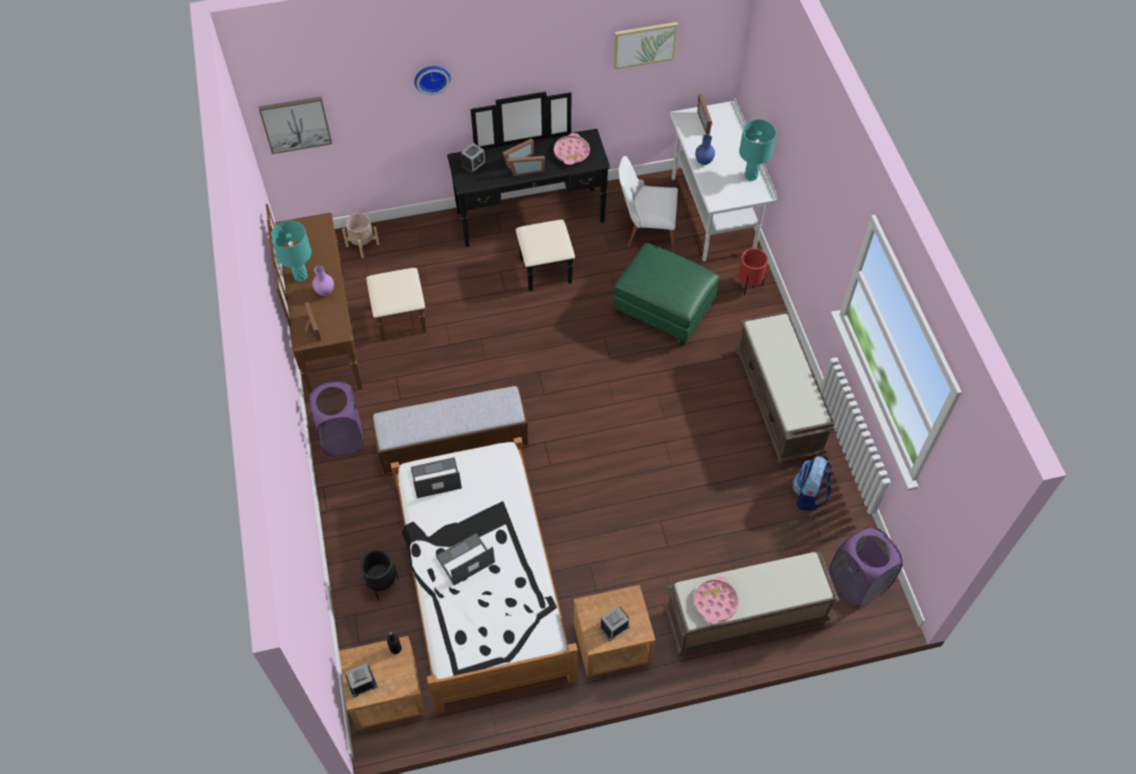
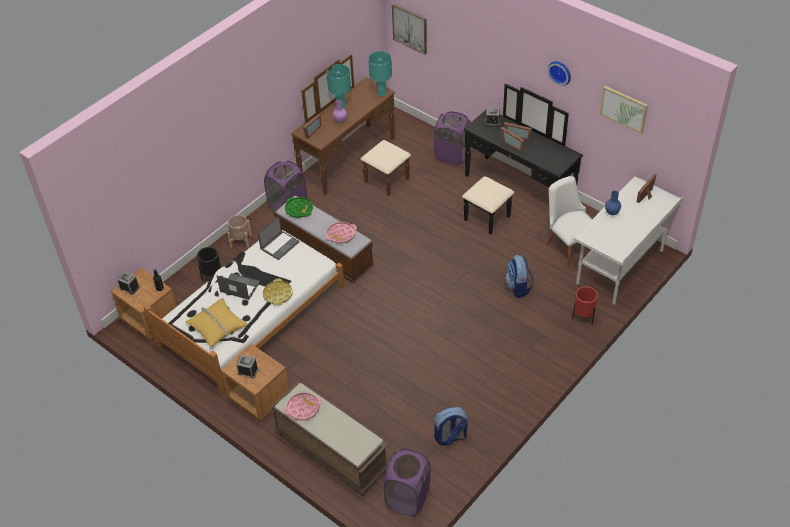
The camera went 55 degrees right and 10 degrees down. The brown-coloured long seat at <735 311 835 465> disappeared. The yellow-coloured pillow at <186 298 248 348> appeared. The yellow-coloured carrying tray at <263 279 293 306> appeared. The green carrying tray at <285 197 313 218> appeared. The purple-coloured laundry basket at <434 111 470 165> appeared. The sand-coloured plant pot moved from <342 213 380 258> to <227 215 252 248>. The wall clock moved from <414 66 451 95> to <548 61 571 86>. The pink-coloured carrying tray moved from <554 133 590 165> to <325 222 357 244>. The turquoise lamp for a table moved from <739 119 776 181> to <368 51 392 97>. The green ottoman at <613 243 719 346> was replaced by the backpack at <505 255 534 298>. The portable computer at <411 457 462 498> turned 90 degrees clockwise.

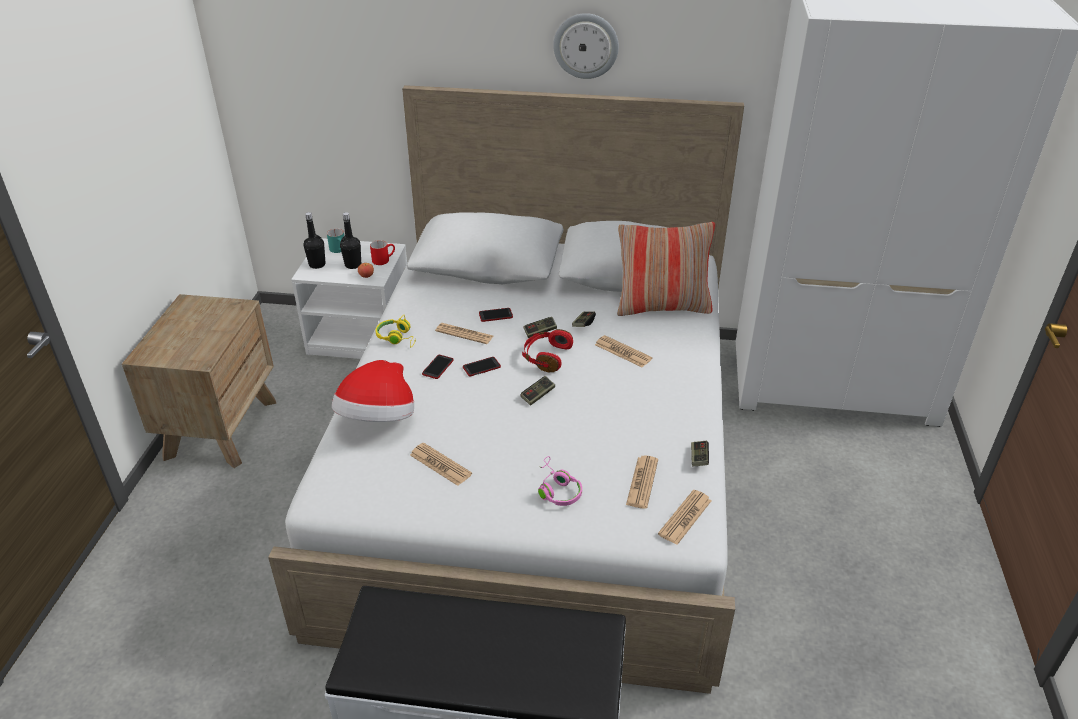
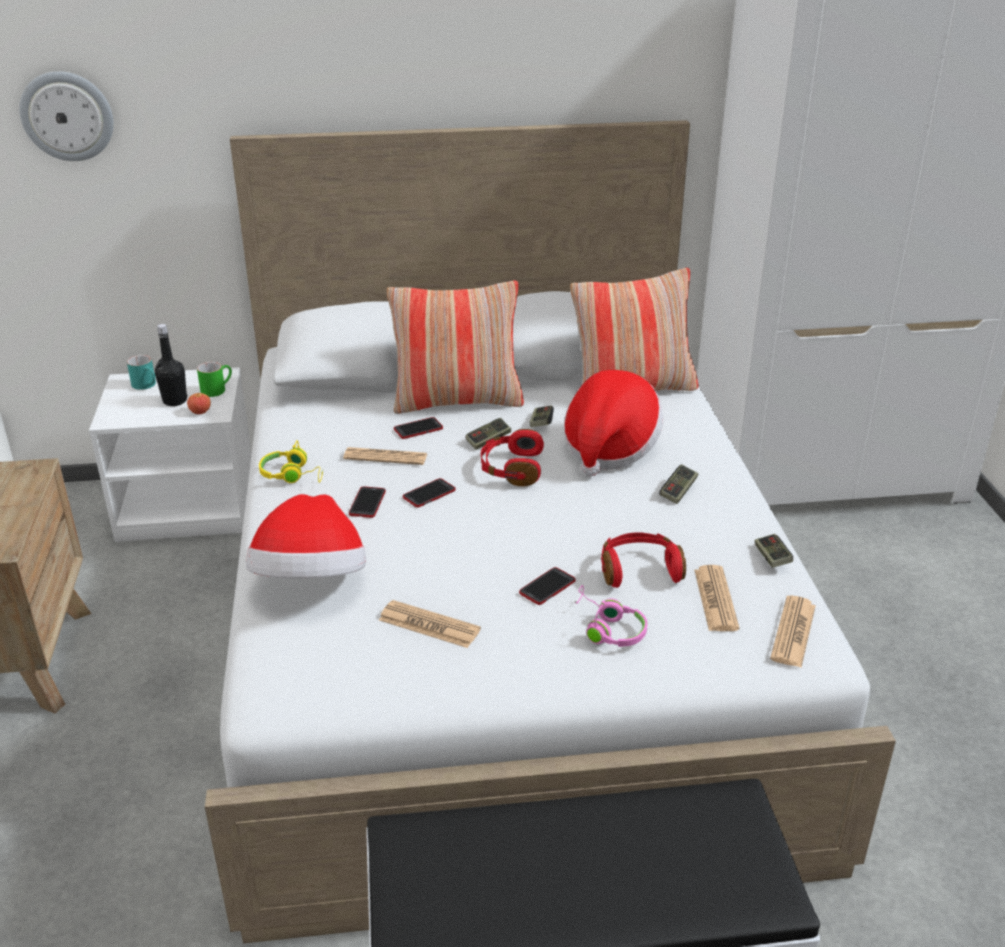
The camera went 15 degrees left and 5 degrees down. The blackish beverage bottle at <304 212 325 269> disappeared. The pillow at <387 281 524 414> appeared. The telephone at <519 567 576 605> appeared. The red-coloured headphones at <601 532 686 588> appeared. The game controller moved from <521 376 555 406> to <659 464 699 504>. The wall clock moved from <553 13 619 79> to <19 71 114 161>. The newspaper at <595 335 652 367> was replaced by the clothing hat at <564 370 663 476>. The red-coloured coffee mug at <370 240 395 265> became the green coffee mug at <197 362 232 397>.

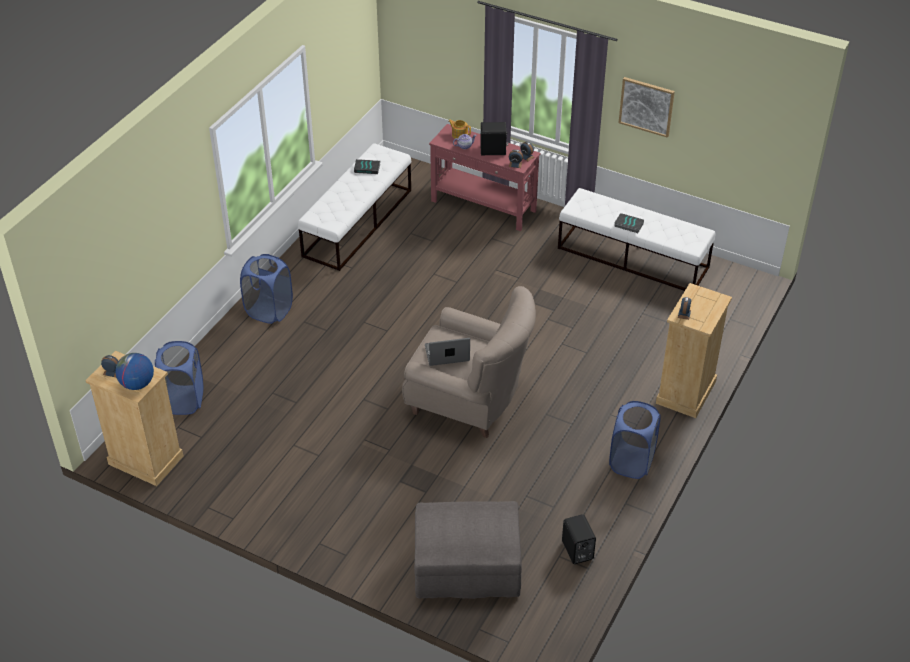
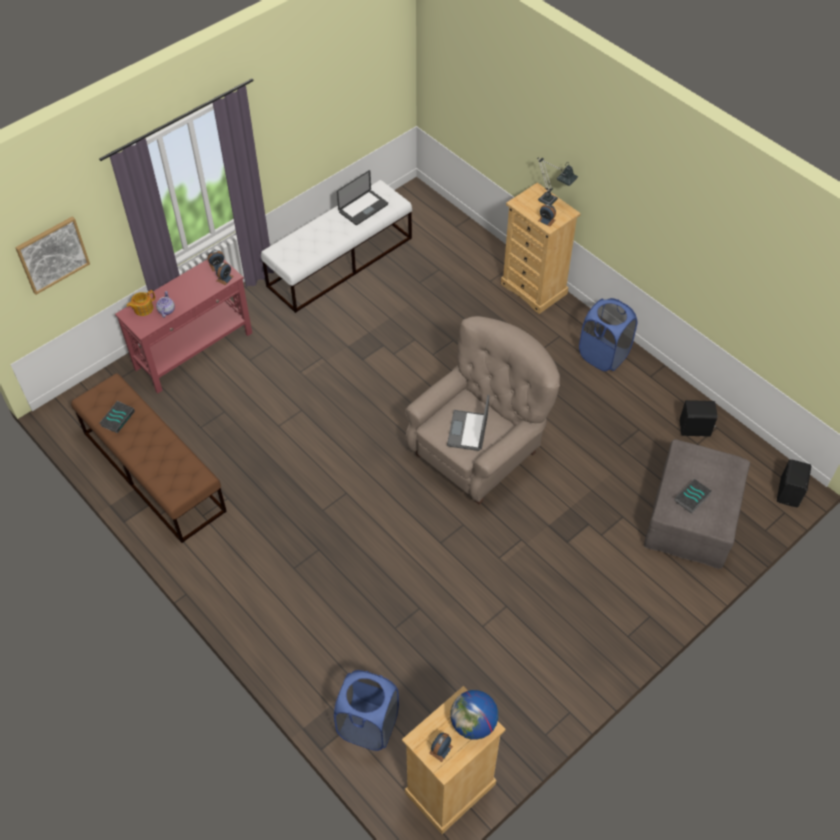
The camera went 70 degrees left and 10 degrees up. The bluish laundry basket at <240 254 293 324> disappeared. The portable computer at <337 170 388 225> appeared. The lamp for a table at <537 157 578 205> appeared. The blackish speaker moved from <480 122 508 155> to <777 459 811 507>. The book moved from <614 213 644 233> to <674 479 712 514>. The wall art moved from <619 77 675 138> to <15 216 90 295>. The white long seat at <298 143 411 271> became the brown-coloured long seat at <71 373 227 543>.

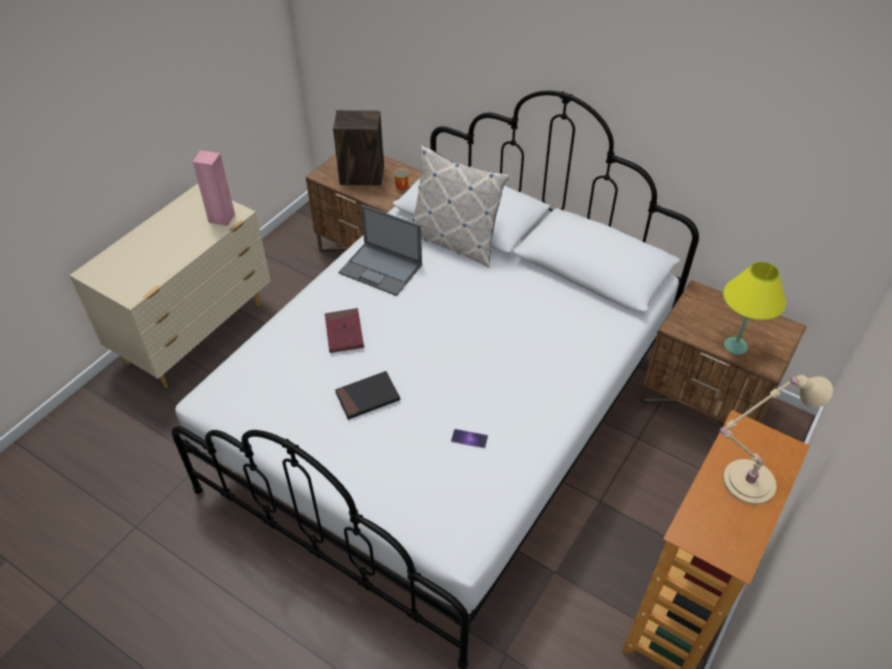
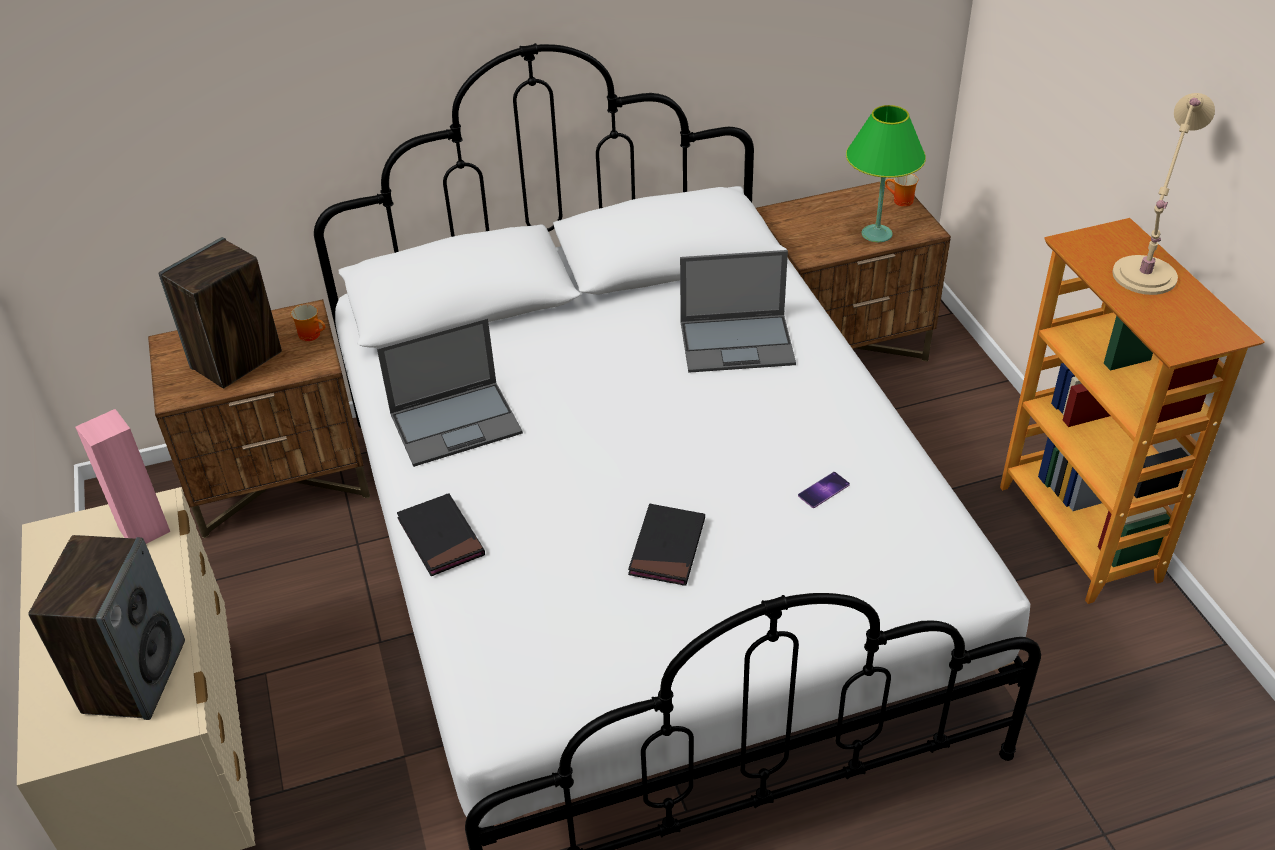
The camera went 50 degrees left and 5 degrees down. The red-coloured book at <325 308 364 353> disappeared. The pillow at <412 145 509 268> disappeared. The speaker at <28 535 185 720> appeared. The blackish book at <397 493 485 576> appeared. The portable computer at <680 250 796 373> appeared. The coffee mug at <885 174 918 207> appeared. The yellow-coloured lamp for a table at <723 262 786 355> became the green lamp for a table at <846 105 926 242>.

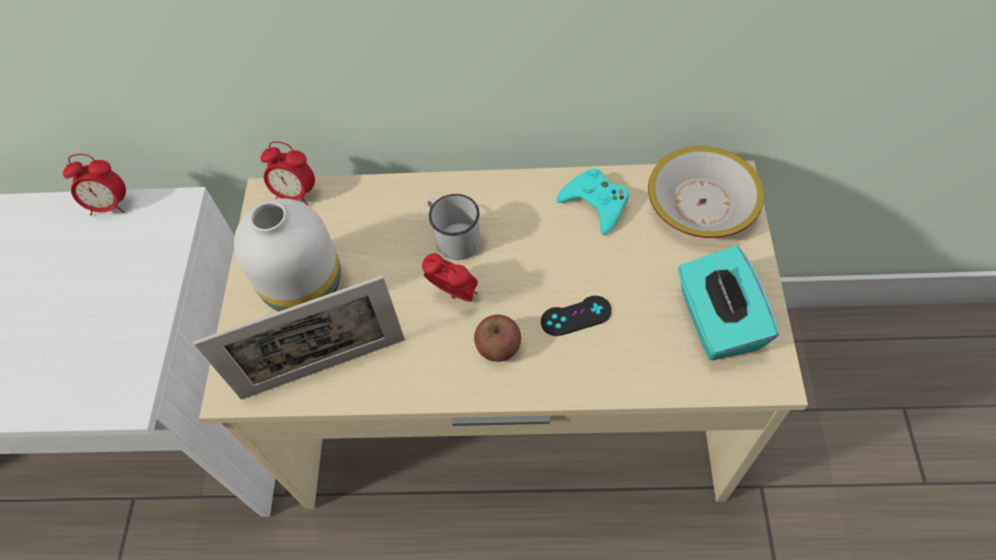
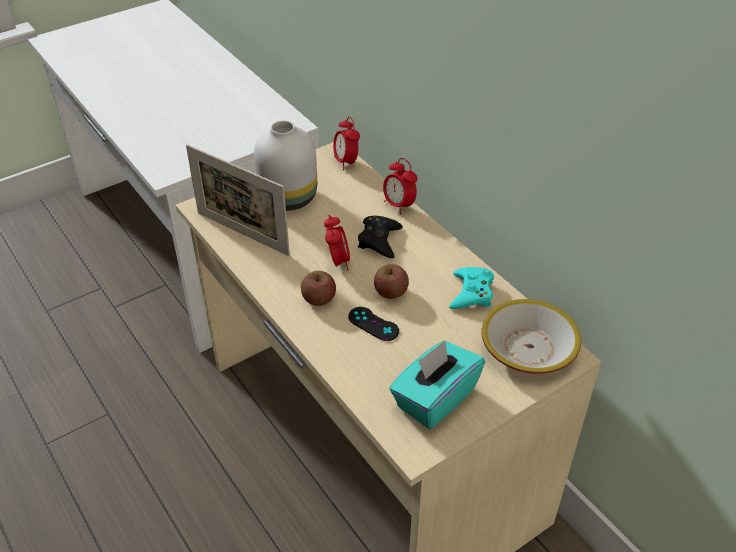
The camera went 50 degrees right and 15 degrees down. The apple at <374 264 409 299> appeared. The bedside clock moved from <63 154 126 215> to <383 158 417 215>. The white coffee mug at <428 194 481 260> was replaced by the blackish game controller at <358 216 403 258>.

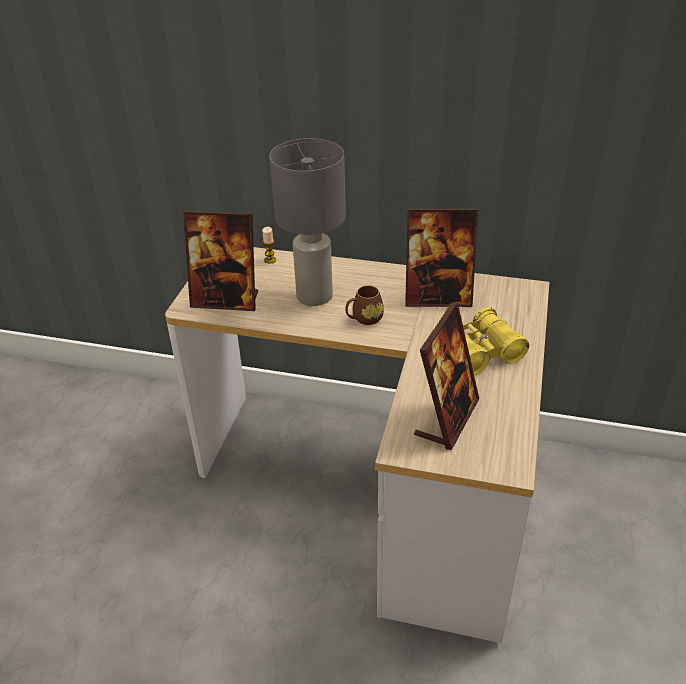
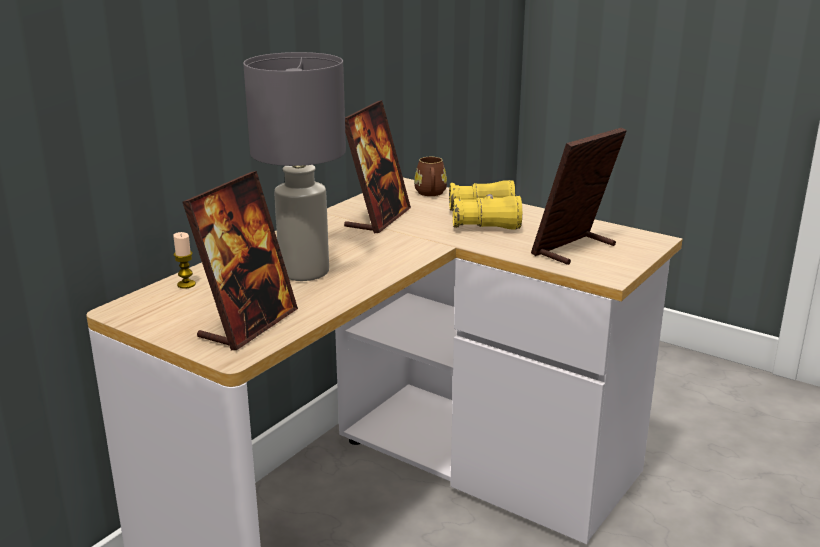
The camera went 70 degrees left and 15 degrees down. The brown-coloured coffee mug moved from <345 285 384 325> to <414 157 447 196>. The standing frame at <414 302 479 450> turned 90 degrees counterclockwise.

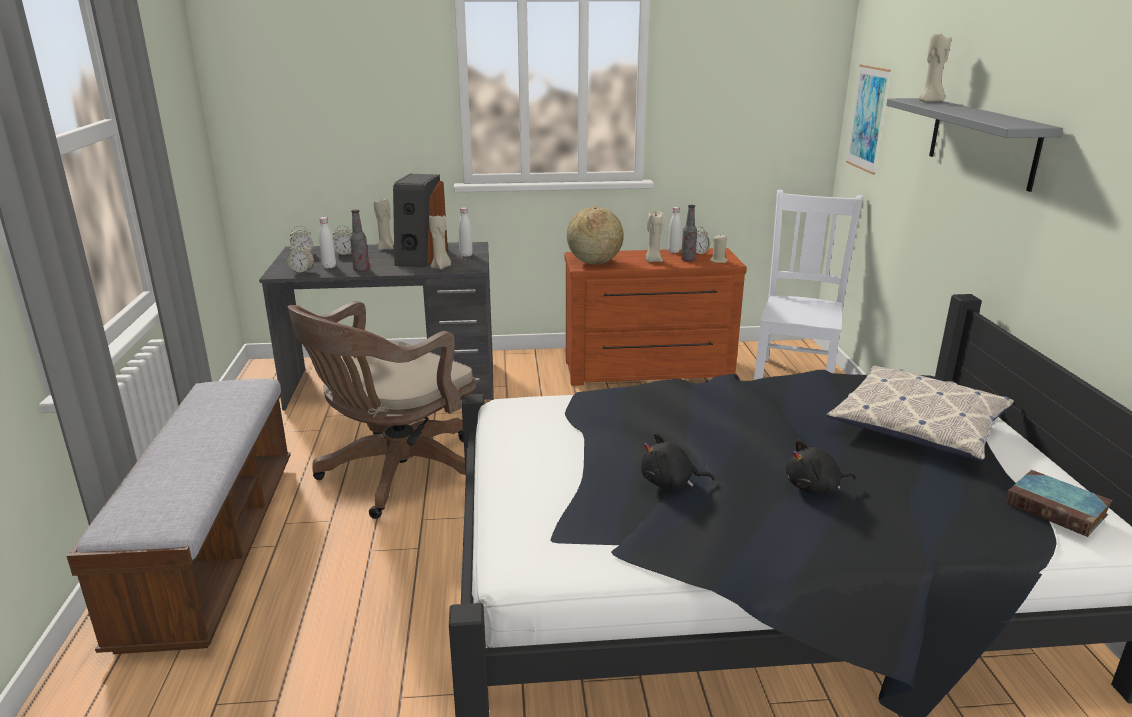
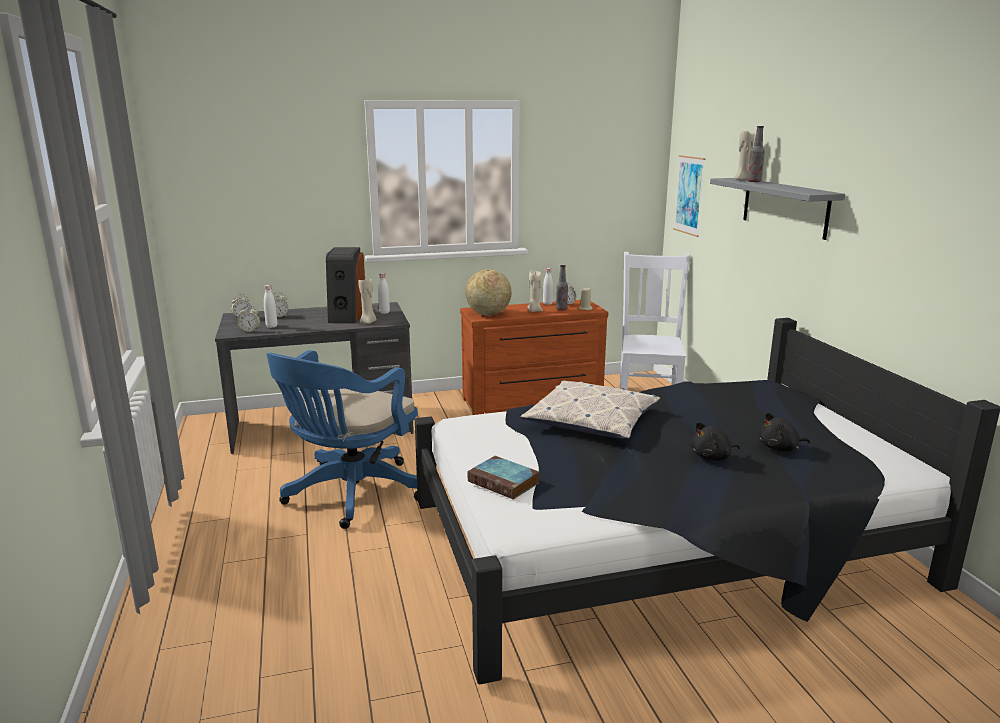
The camera went 10 degrees left and 5 degrees down. The long seat at <67 378 290 654> disappeared. The sand-coloured wax light at <374 199 394 250> disappeared. The beverage bottle moved from <350 209 369 272> to <747 126 765 182>. The blackish cuddly toy moved from <641 433 714 490> to <759 413 810 452>. The pillow moved from <827 365 1014 461> to <520 381 660 439>. The book moved from <1005 470 1113 537> to <467 456 539 500>. The brown-coloured desk chair at <288 301 476 519> became the bluish desk chair at <266 350 418 529>.

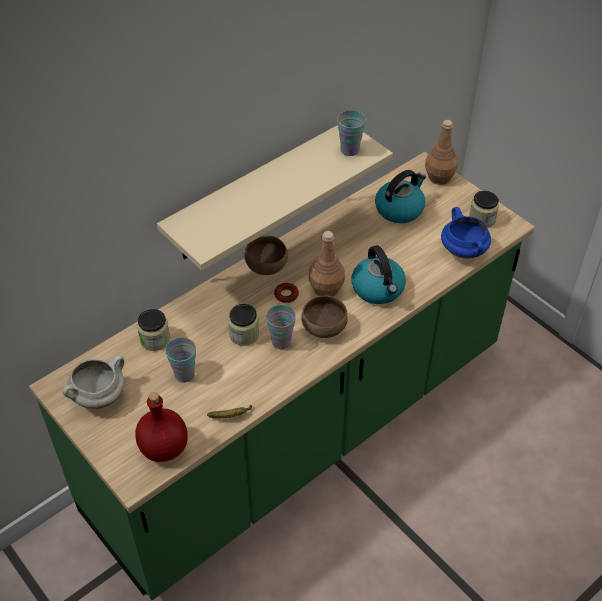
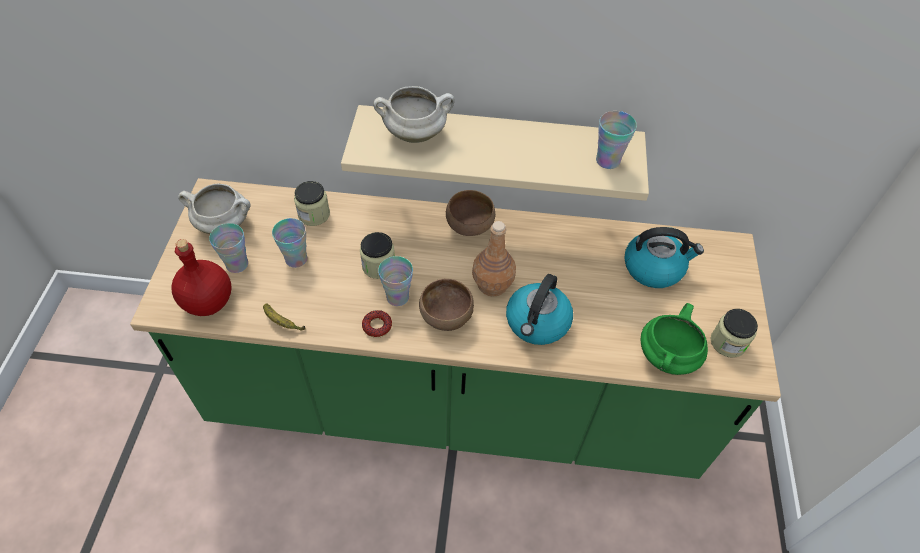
The camera went 45 degrees right and 5 degrees up. The brown-coloured beverage bottle at <425 120 458 185> disappeared. The drinking cup at <209 223 248 273> appeared. The white cooking pot at <373 86 454 143> appeared. The doughnut moved from <274 283 299 303> to <362 310 392 338>. The bluish cooking pot at <441 207 491 259> became the green cooking pot at <641 303 708 375>.

